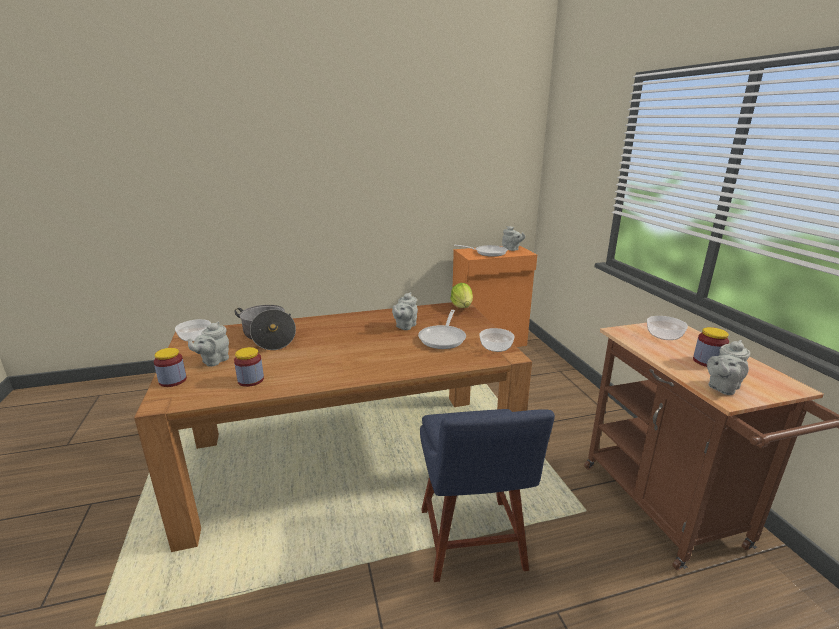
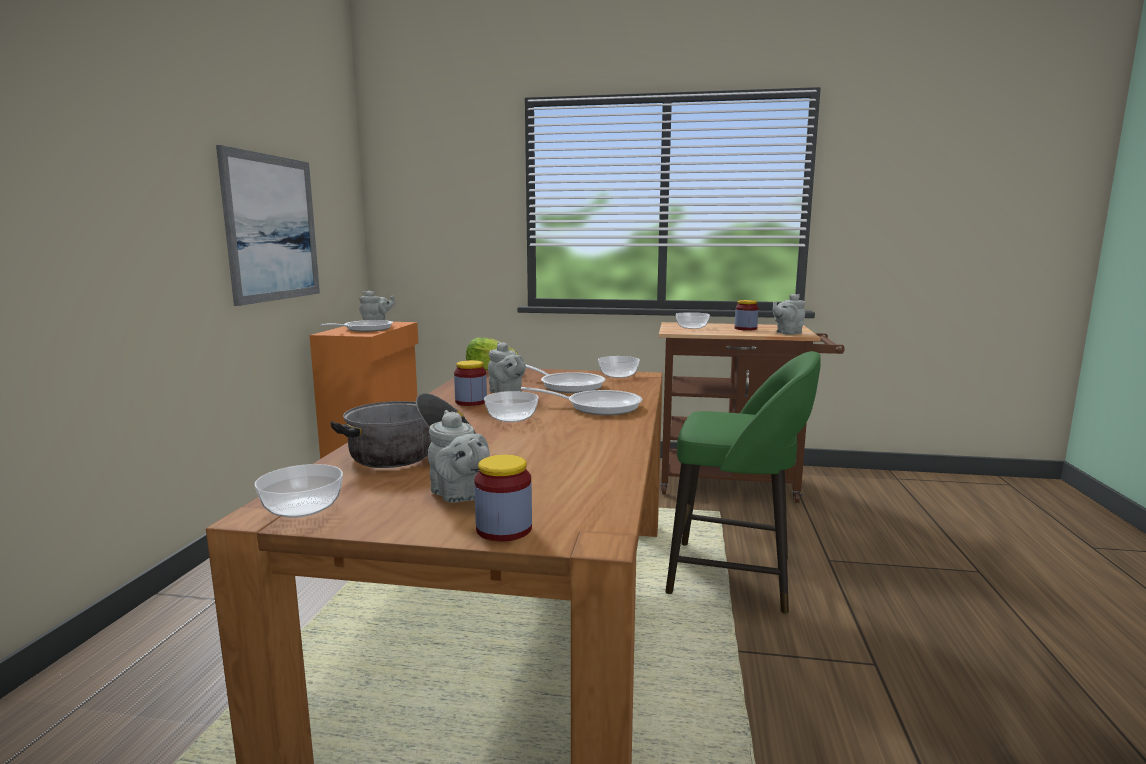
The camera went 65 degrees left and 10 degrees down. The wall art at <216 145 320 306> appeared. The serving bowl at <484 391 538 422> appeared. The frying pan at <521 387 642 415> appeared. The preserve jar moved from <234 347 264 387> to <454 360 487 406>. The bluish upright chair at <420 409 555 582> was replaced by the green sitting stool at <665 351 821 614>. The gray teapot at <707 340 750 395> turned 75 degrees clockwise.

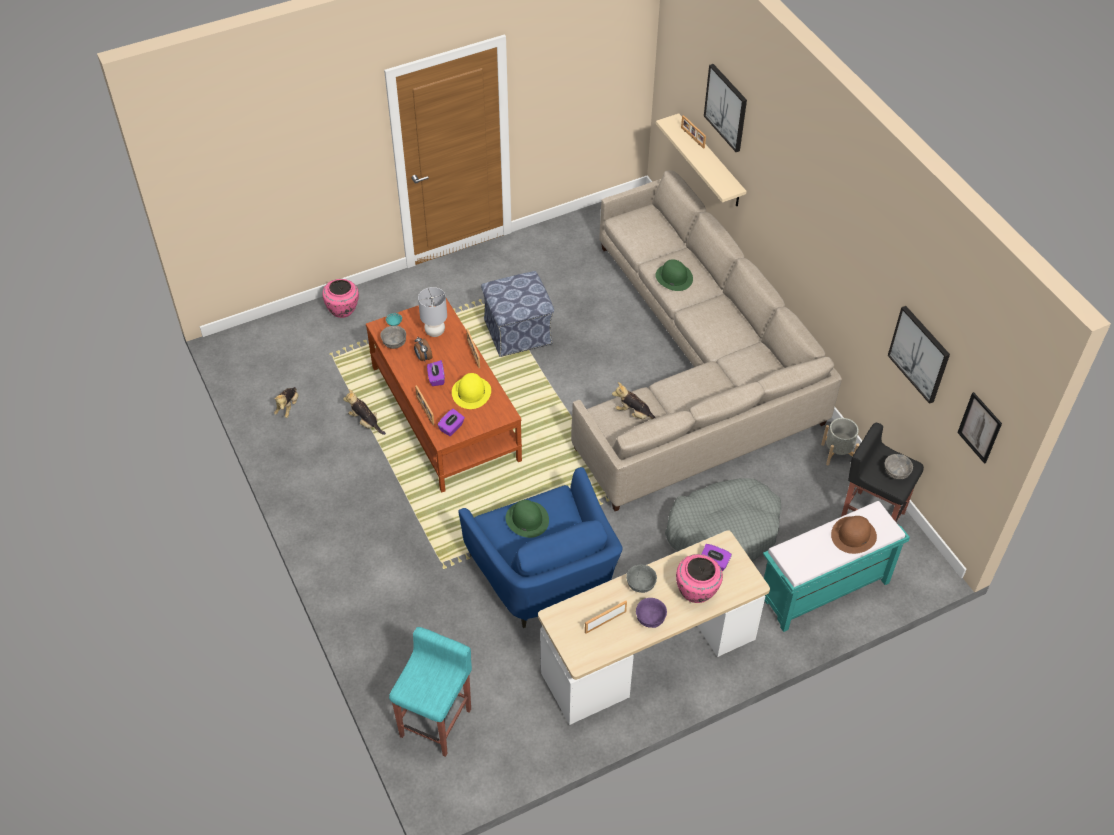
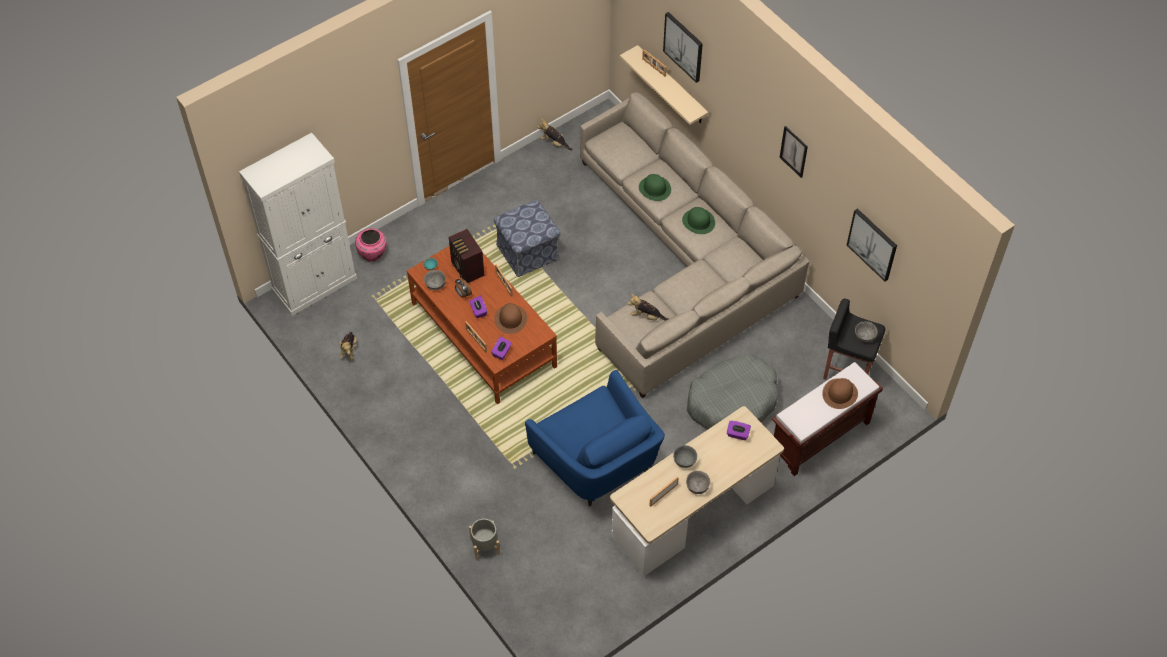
The camera went 10 degrees left and 5 degrees up. The turquoise sitting stool at <389 627 472 757> disappeared. The pink-coloured decorative vase at <676 554 723 603> disappeared. The white storage cabinet at <239 133 357 316> appeared. The cuddly toy moved from <343 389 386 435> to <537 118 573 150>. The green clothing hat moved from <506 500 549 538> to <682 207 715 234>. The gray plant pot moved from <821 418 859 466> to <469 518 500 560>. The wall art moved from <957 392 1002 464> to <779 126 808 178>. The gray lamp for a table at <418 287 447 337> was replaced by the radio set at <449 229 485 283>. The yellow-coloured clothing hat at <452 373 491 409> became the brown-coloured clothing hat at <494 303 527 334>. The purple-coloured serving bowl at <636 598 667 628> became the gray serving bowl at <686 471 710 494>. The turquoise long seat at <763 501 910 632> became the brown-coloured long seat at <772 362 883 476>.

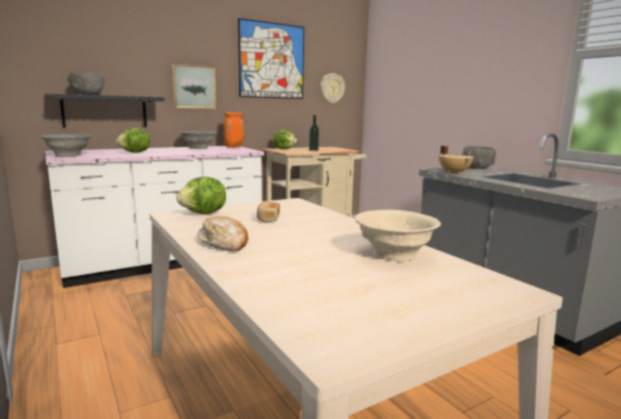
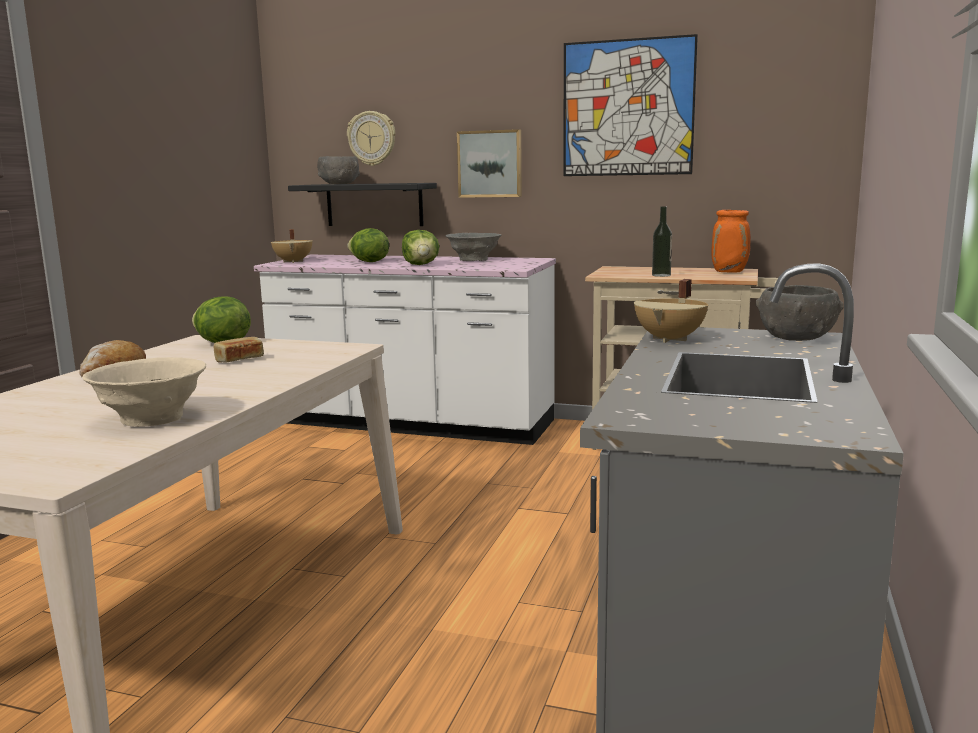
The camera went 50 degrees right and 0 degrees up. The orangey decorative vase moved from <223 112 245 148> to <711 210 751 273>. The head of lettuce moved from <273 130 297 149> to <402 230 439 265>. The wall clock moved from <320 73 345 104> to <347 111 395 166>. The gray serving bowl at <41 134 91 157> was replaced by the sand-coloured cooking pot at <271 229 313 263>.

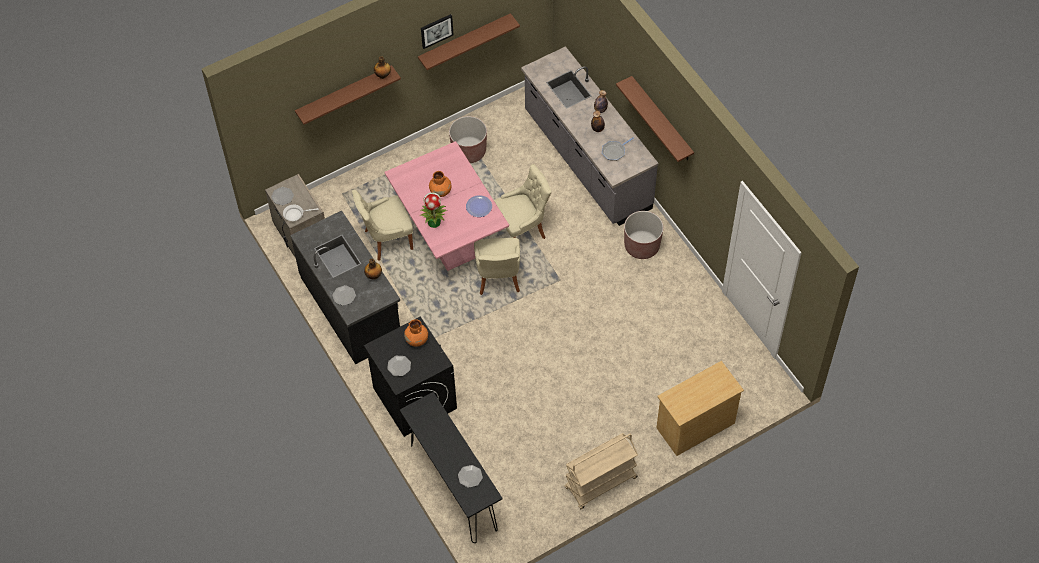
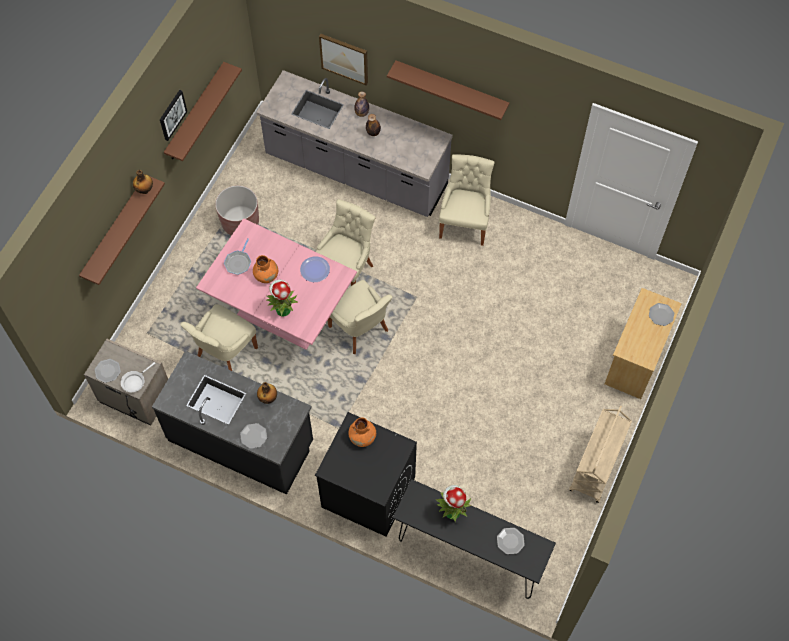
The camera went 35 degrees left and 5 degrees up. The wall art at <319 34 368 86> appeared. The houseplant at <436 485 471 522> appeared. The flat dish moved from <387 356 411 376> to <649 303 674 326>. The frying pan moved from <602 138 634 161> to <224 238 251 275>. The brown-coloured plant pot at <624 211 664 259> was replaced by the sand-coloured upright chair at <439 154 495 246>.

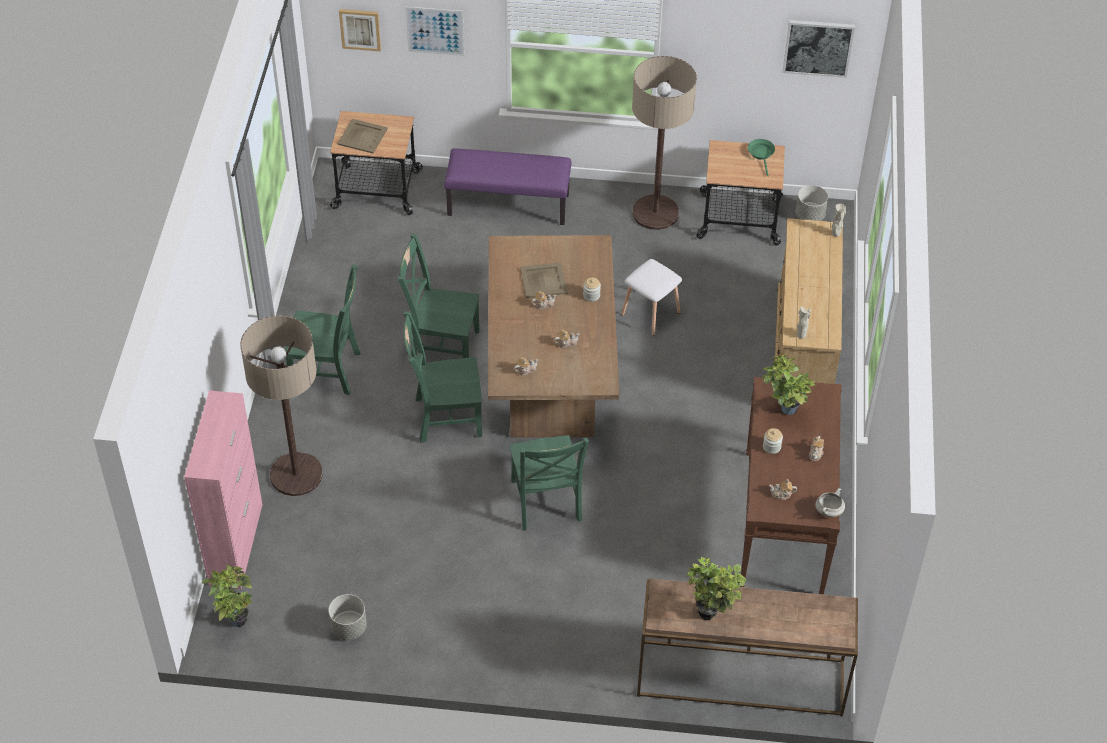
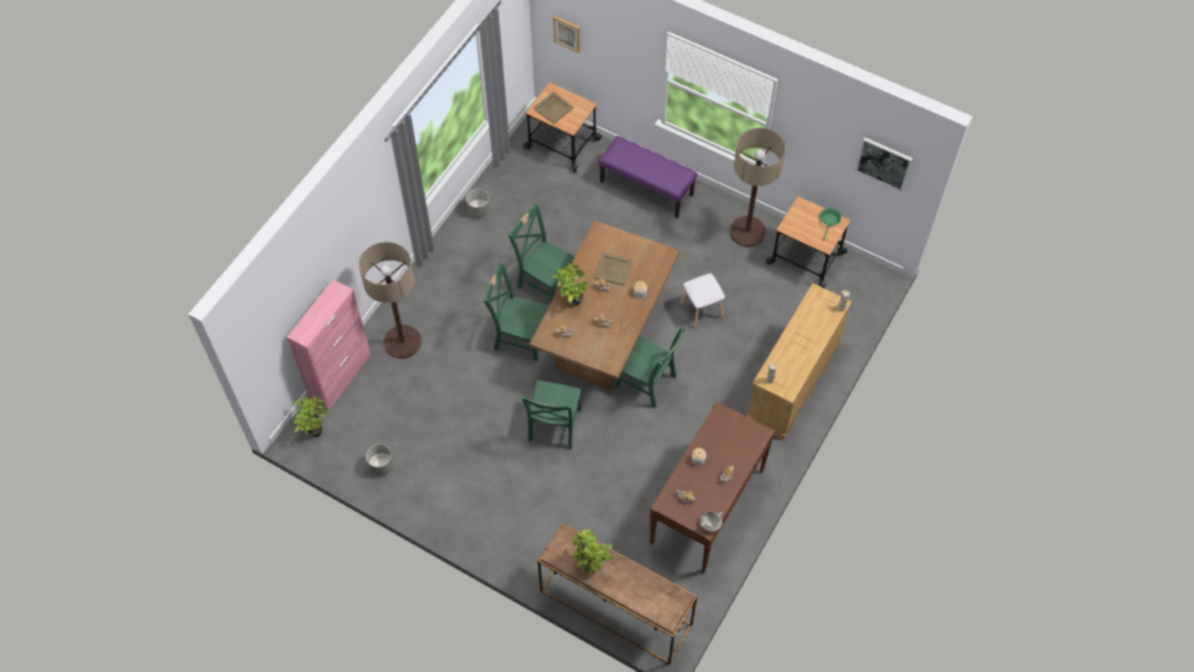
The camera went 25 degrees right and 10 degrees up. The wall art at <405 7 464 56> disappeared. The green upright chair moved from <285 265 360 395> to <616 327 686 409>. The houseplant moved from <760 355 815 415> to <552 263 588 306>. The gray plant pot moved from <796 185 828 221> to <466 189 490 218>.

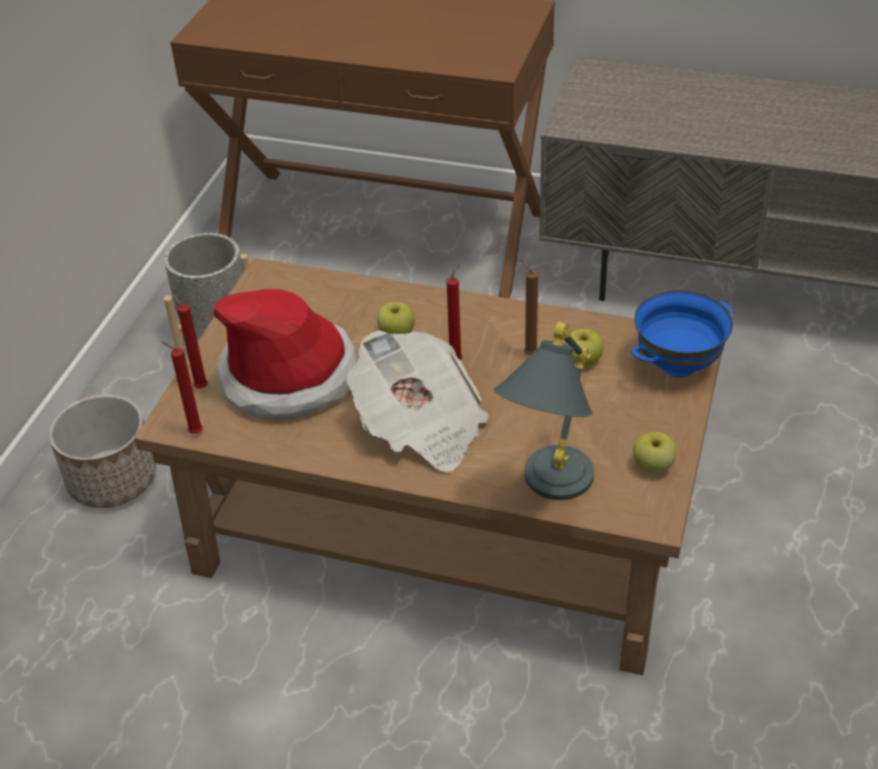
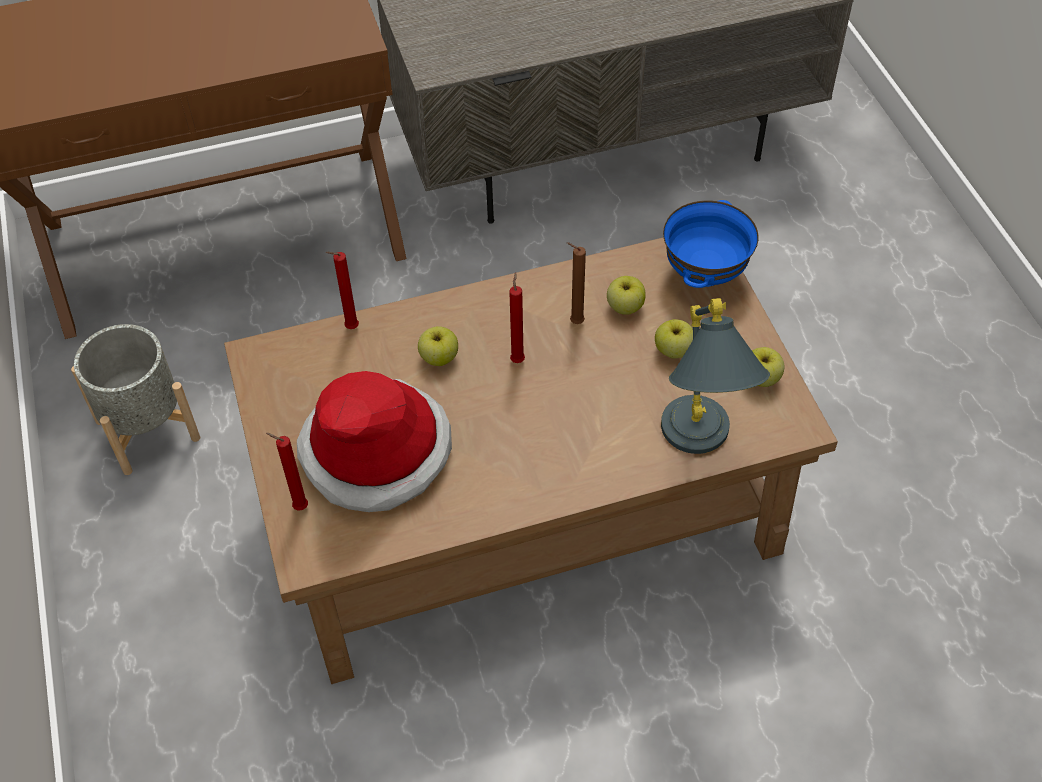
The camera went 35 degrees left and 10 degrees up. The plant pot at <49 394 156 508> disappeared. The newspaper at <347 330 489 472> disappeared. The apple at <655 319 693 359> appeared. The red-coloured wax light moved from <162 342 203 434> to <326 252 359 329>.

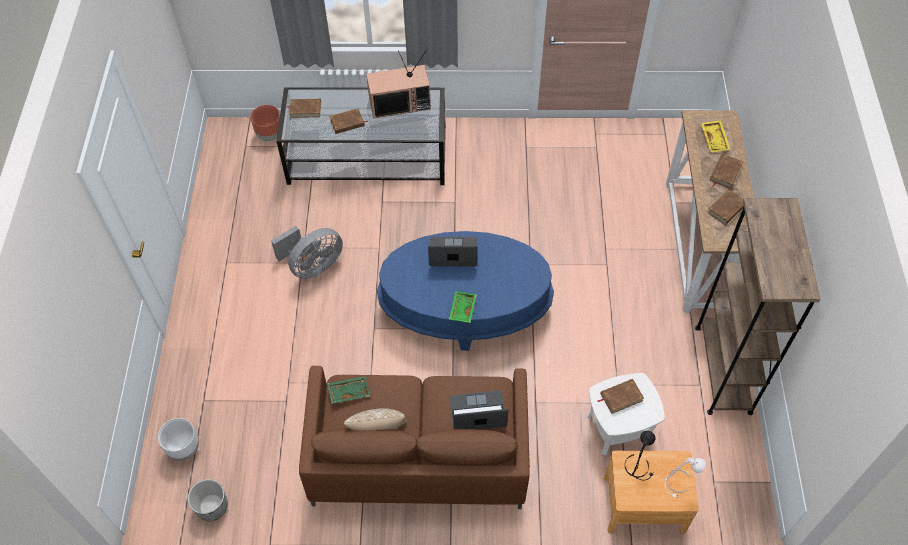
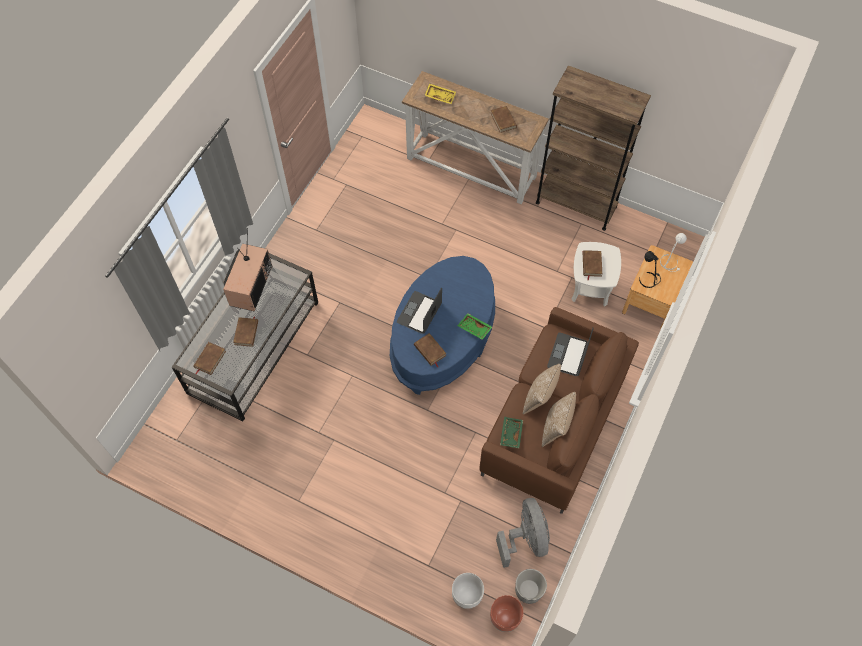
The camera went 65 degrees left and 5 degrees up. The pillow at <523 364 561 414> appeared. The brown-coloured plant pot moved from <250 105 280 141> to <490 595 523 632>. The gray fan moved from <271 226 343 279> to <496 498 550 568>. The brown-coloured book moved from <710 154 743 189> to <414 333 446 367>.

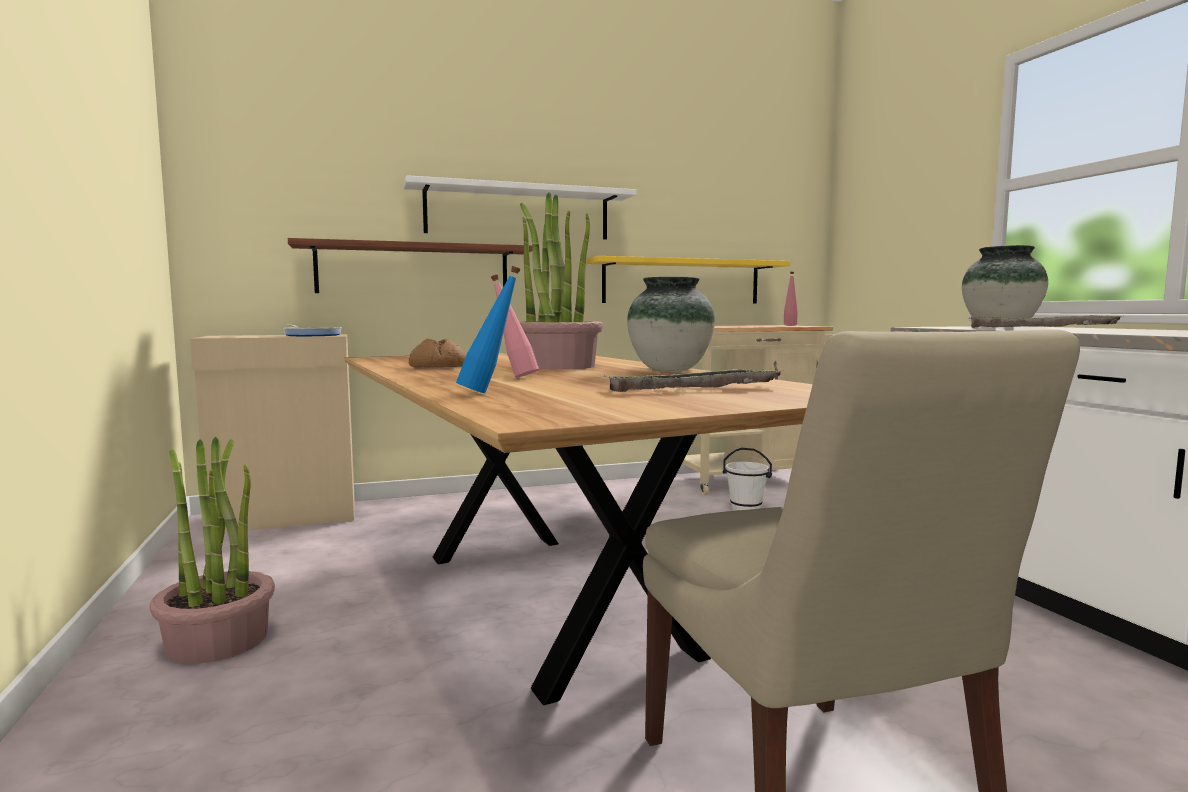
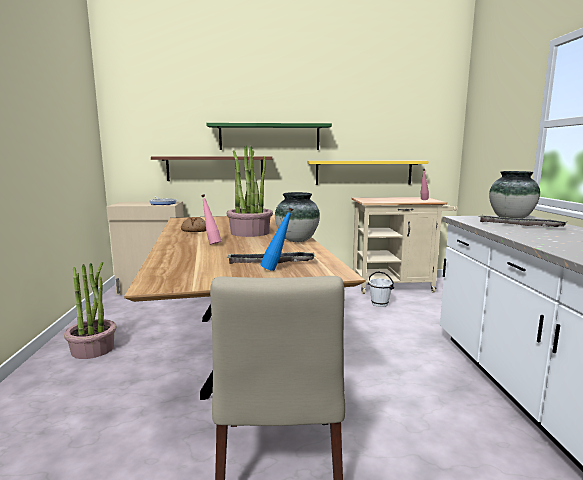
The camera went 15 degrees right and 5 degrees up. The bluish beverage bottle moved from <456 266 521 393> to <260 207 293 271>. The white bracket shelf at <404 175 636 240> became the green bracket shelf at <206 123 332 150>.

